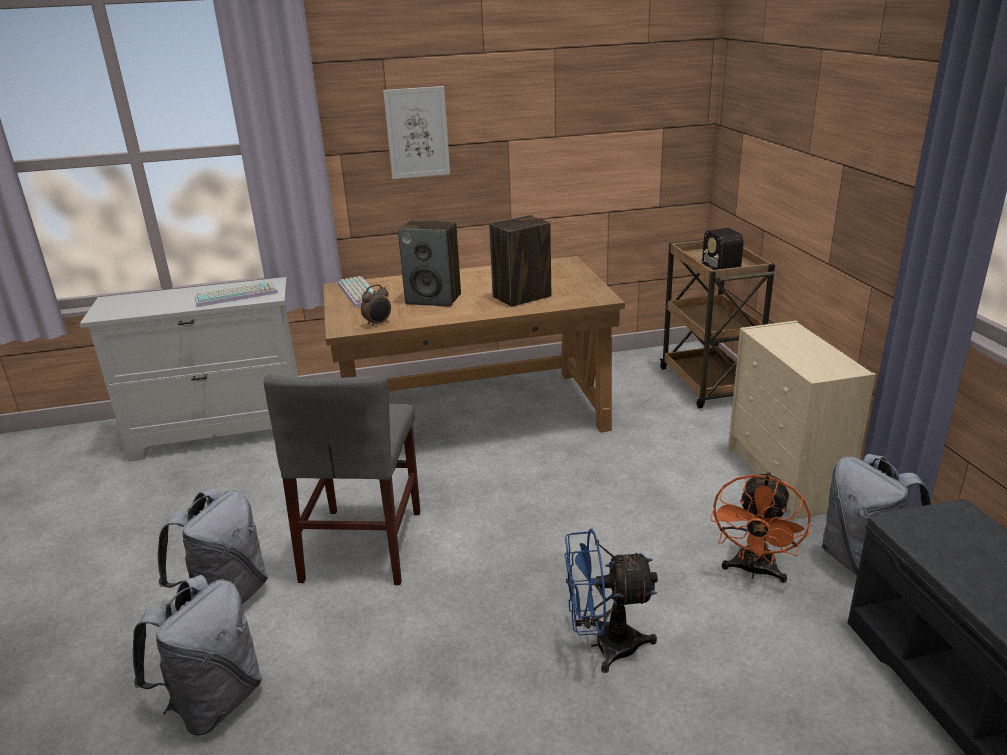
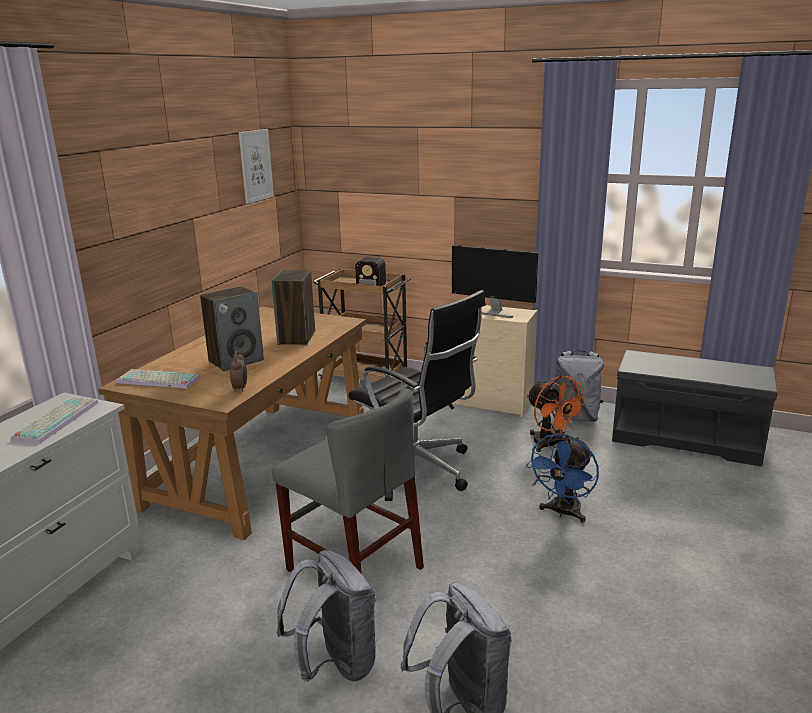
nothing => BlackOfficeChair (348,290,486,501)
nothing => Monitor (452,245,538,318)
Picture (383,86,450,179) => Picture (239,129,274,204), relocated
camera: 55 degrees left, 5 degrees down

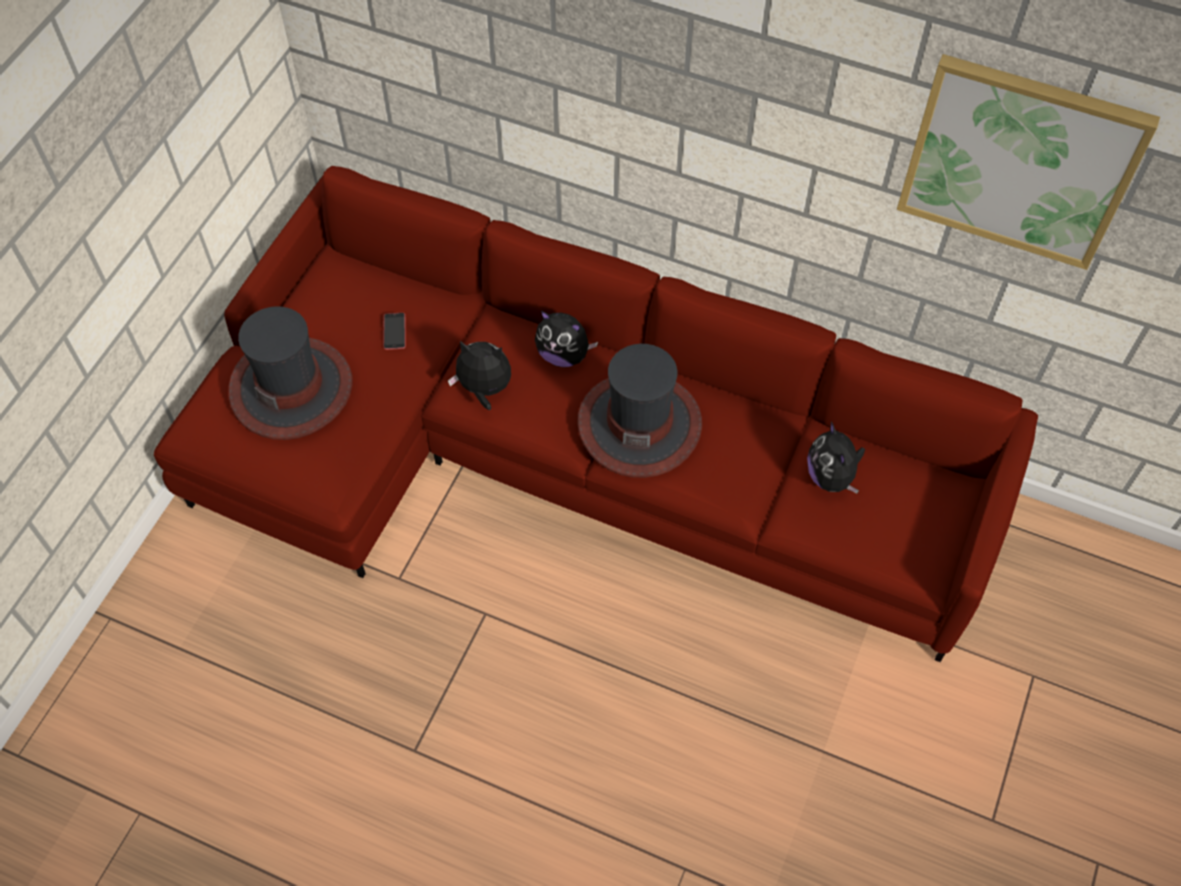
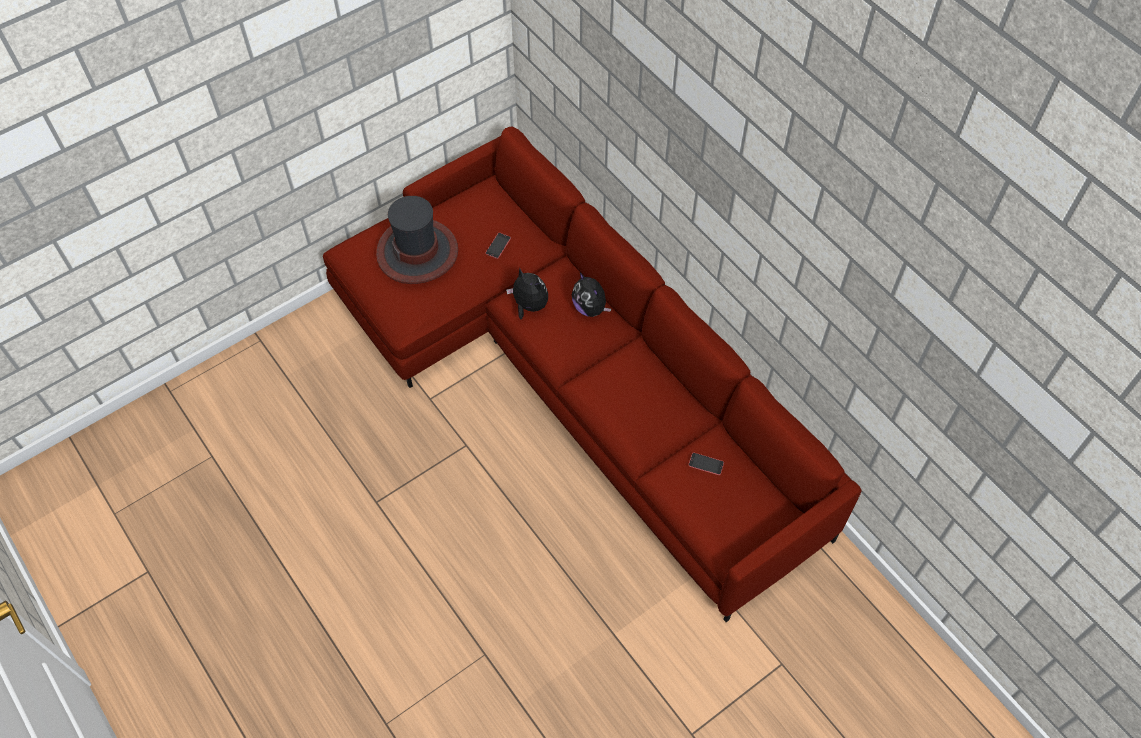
Hat (577,344,702,478) => nothing
Picture (897,54,1160,270) => nothing
PlushToy (807,422,865,493) => Phone (688,452,724,475)
camera: 30 degrees right, 0 degrees up

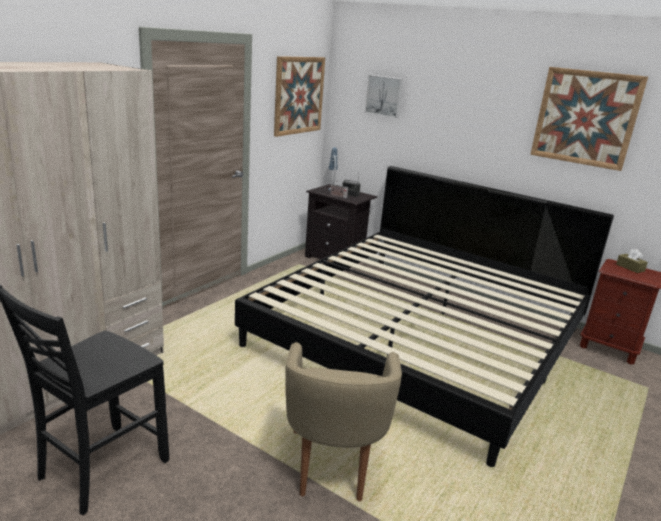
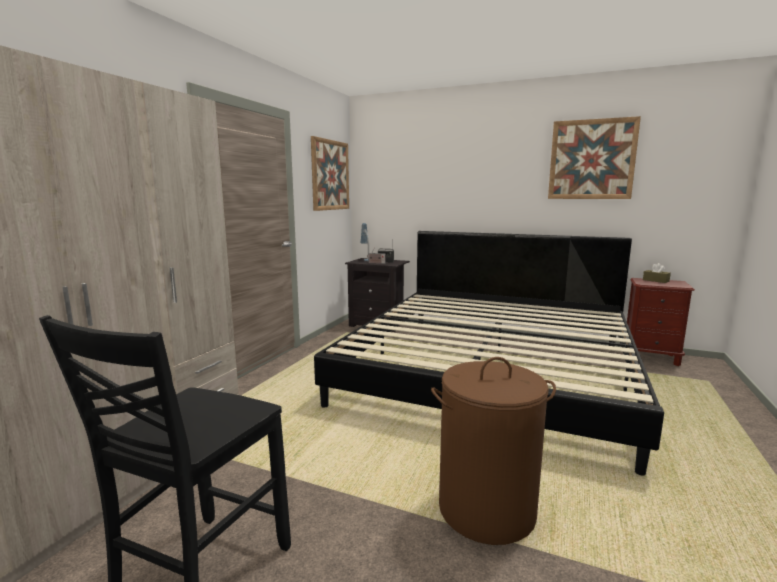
Picture (365,75,403,118) => nothing
BeigeArmchair (285,342,402,501) => BrownLaundryBasket (431,357,556,545)
camera: 10 degrees left, 10 degrees down

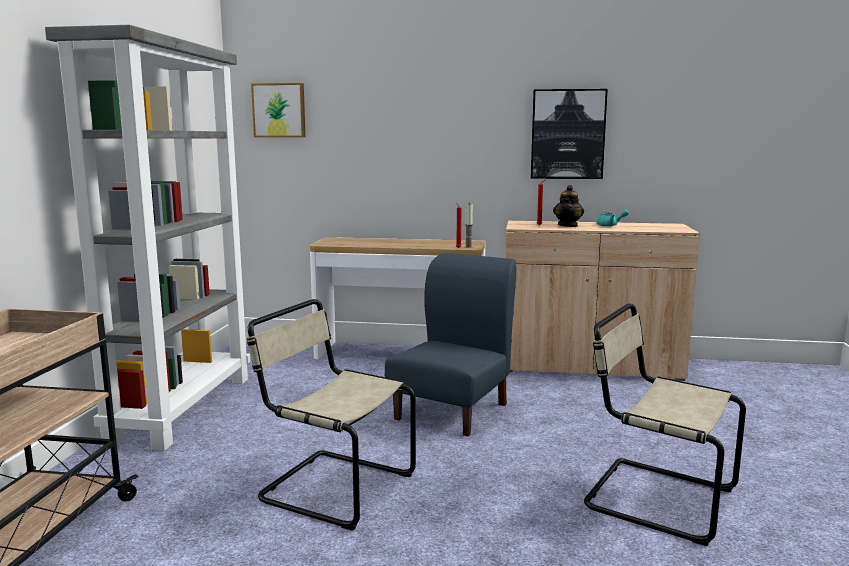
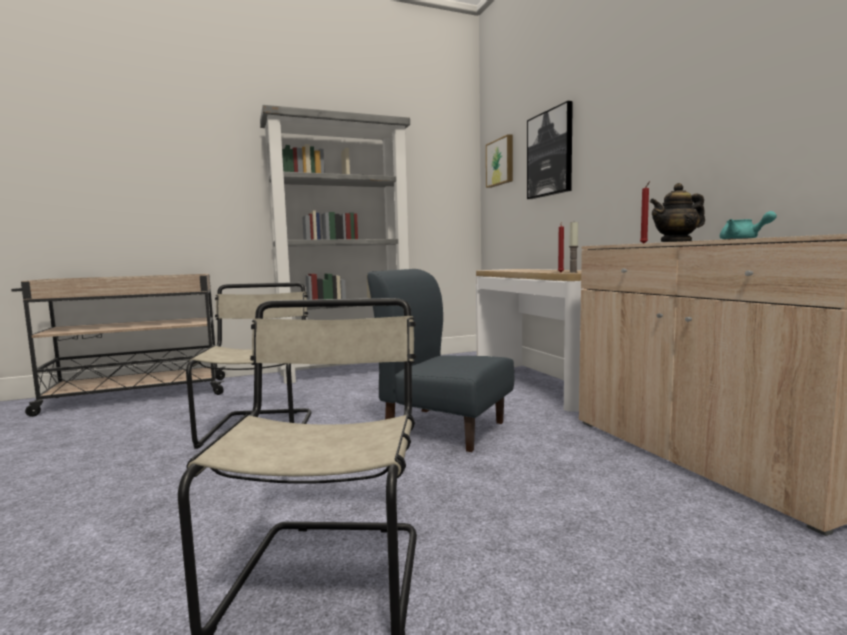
Picture (531,89,608,179) => Picture (527,101,573,199), relocated
BlueChair (385,253,516,436) => BlueChair (367,269,514,452), 150 degrees counterclockwise
camera: 60 degrees right, 5 degrees down

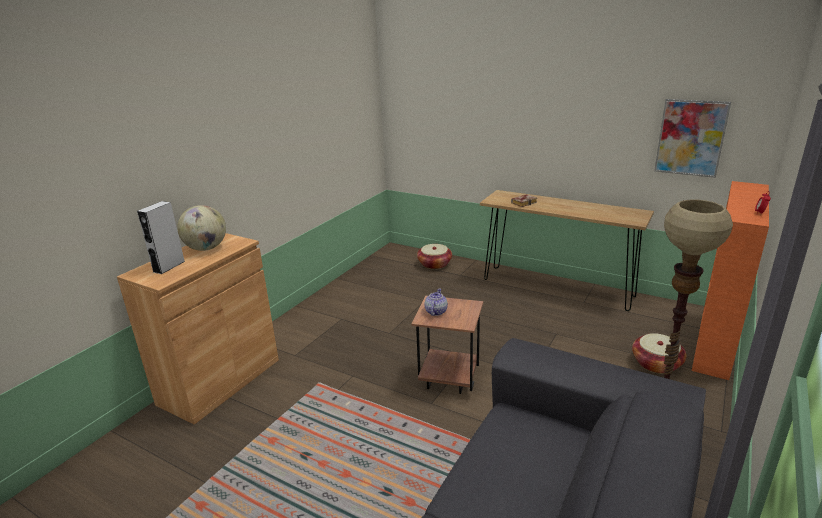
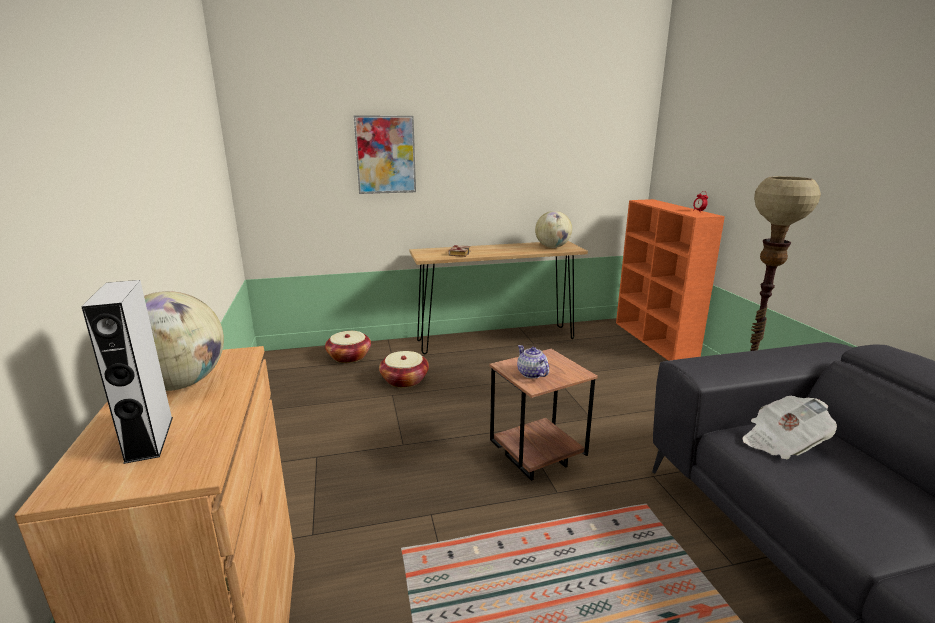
nothing => Globe (535,211,572,248)
nothing => Newspaper (742,396,837,460)
Basket (632,333,687,374) => Basket (379,351,429,388), relocated
Picture (654,99,731,178) => Picture (354,115,416,194), relocated
camera: 45 degrees left, 5 degrees down

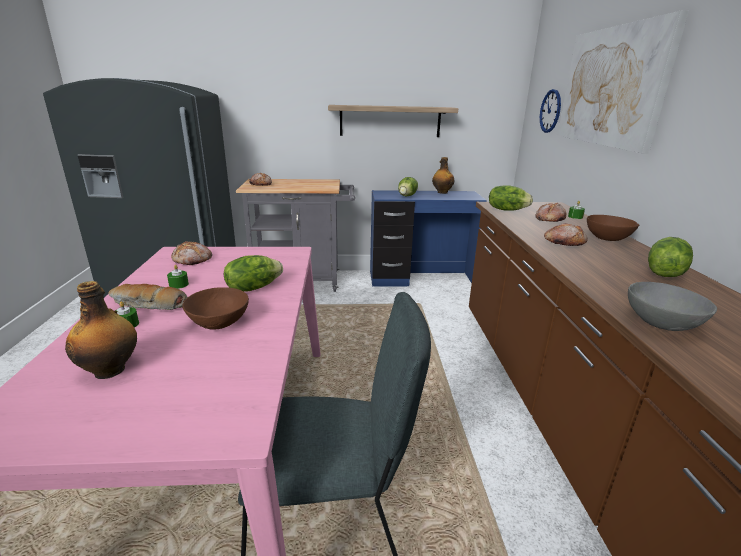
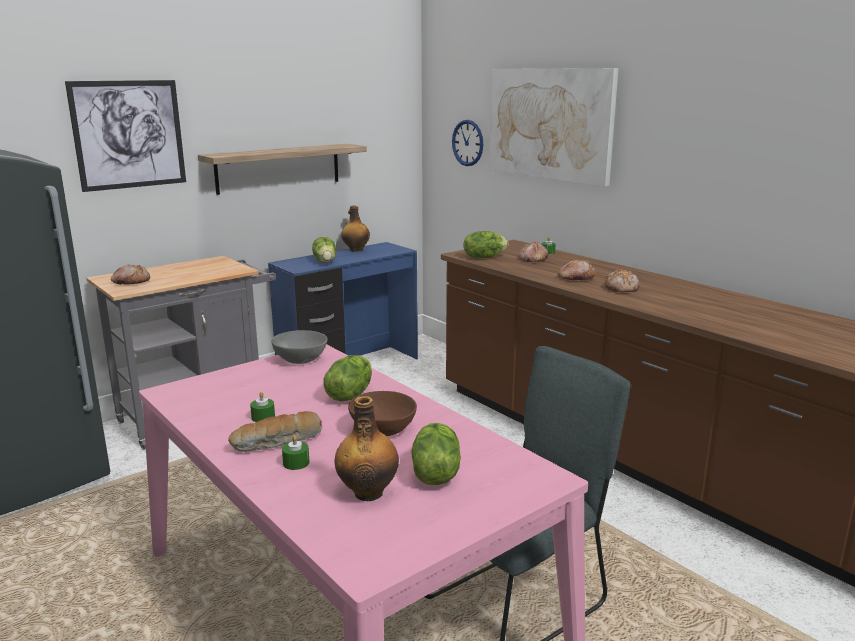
BrownBowl (587,215,639,241) => nothing
nothing => Picture (65,80,186,192)
Bread (171,241,212,265) => Bread (605,269,640,292), relocated
GreyBowl (628,282,717,331) => GreyBowl (271,330,327,364), relocated
Lettuce (648,237,693,277) => Lettuce (411,423,461,485), relocated
camera: 35 degrees left, 5 degrees down

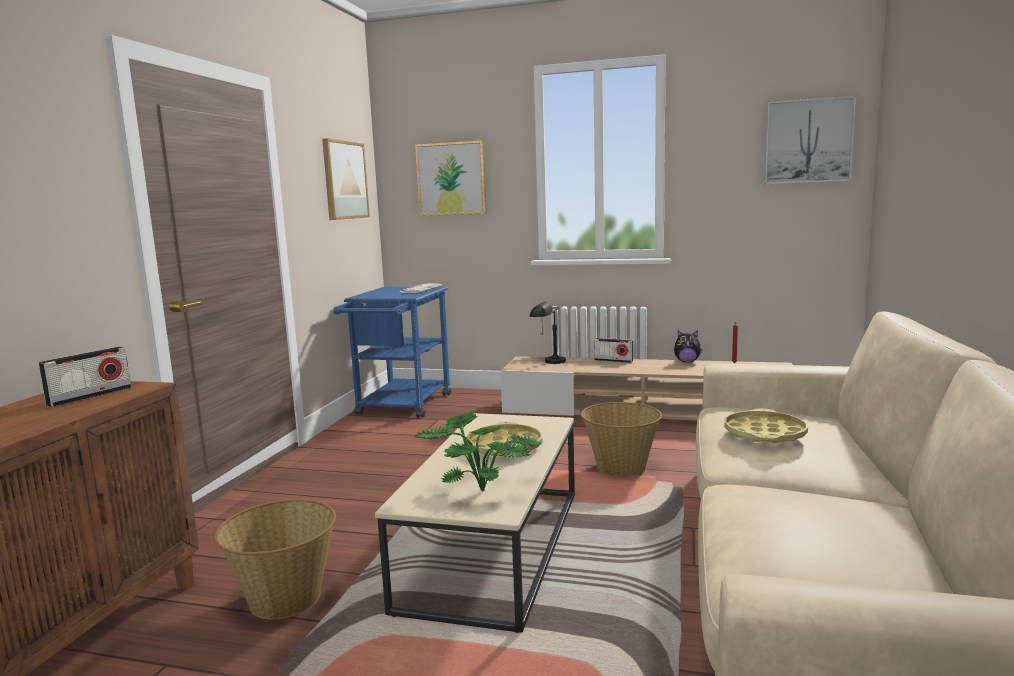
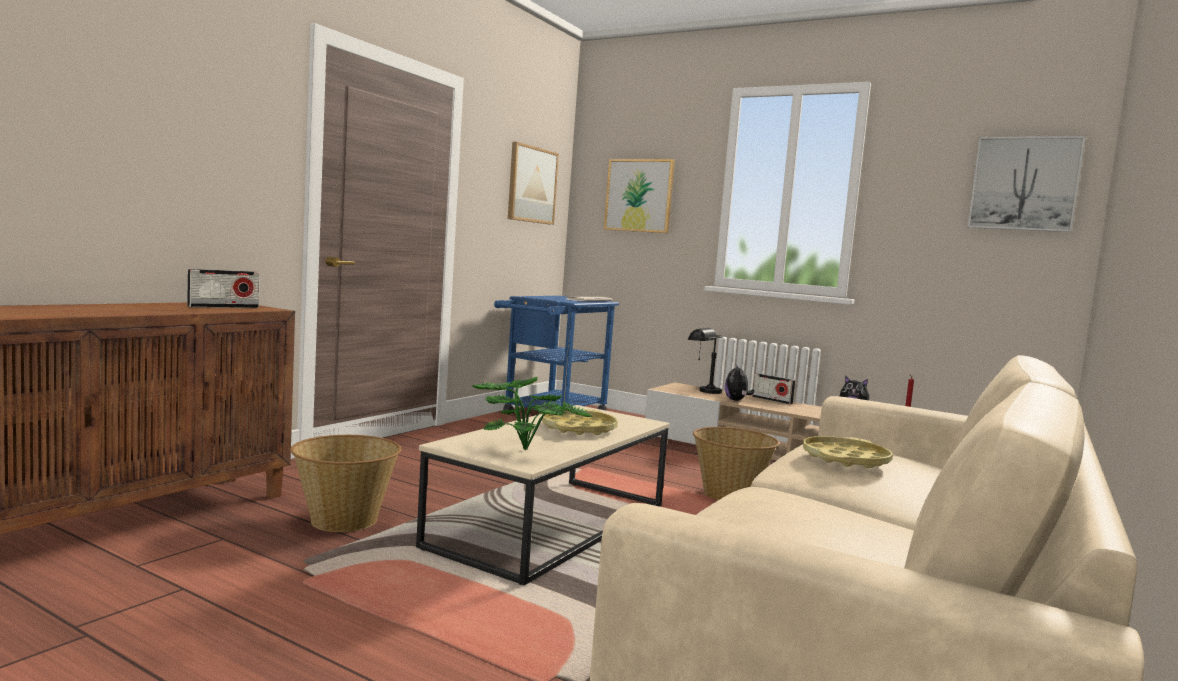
nothing => PlushToy (725,364,754,401)
camera: 15 degrees right, 5 degrees down

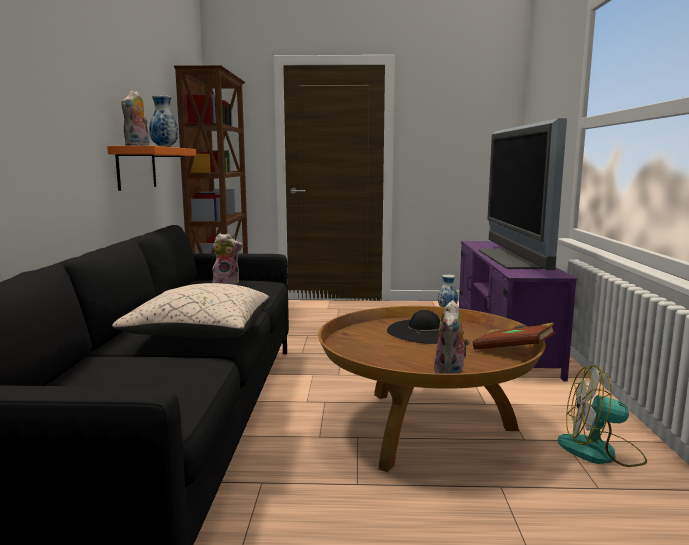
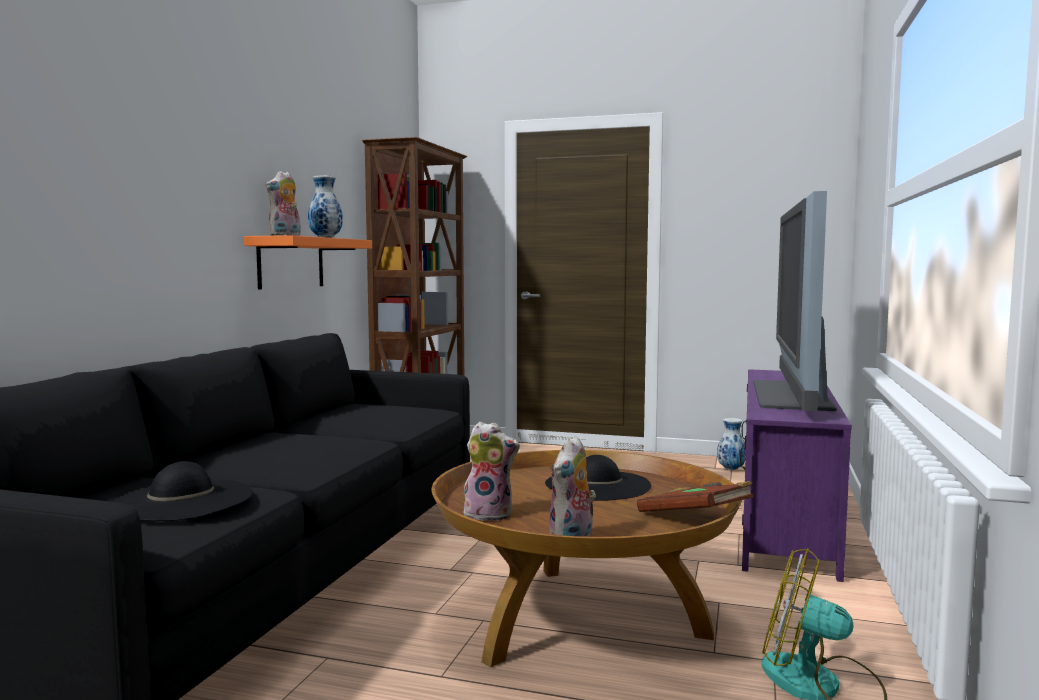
BeigePillow (112,283,270,338) => nothing
nothing => BlackHat (112,461,253,521)
PlushToy (213,233,242,285) => PlushToy (461,421,520,521), relocated
camera: 15 degrees right, 5 degrees down

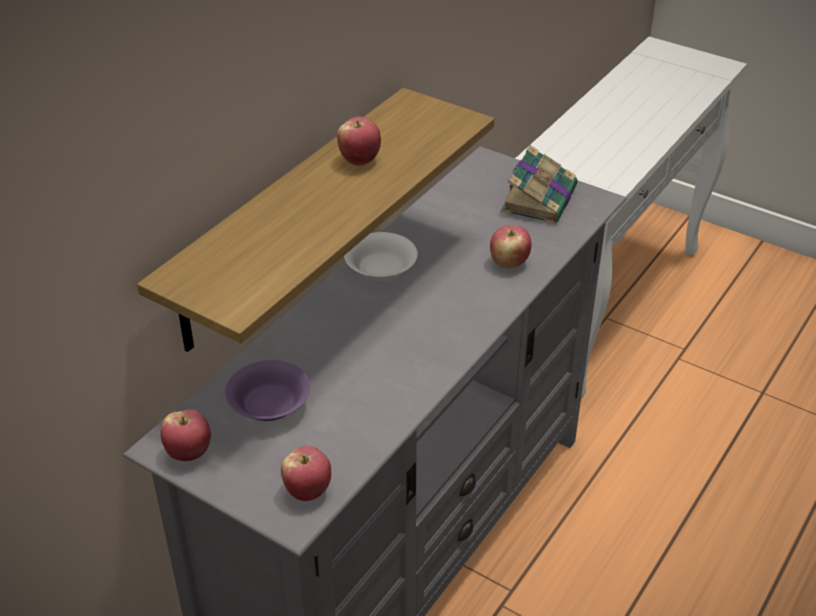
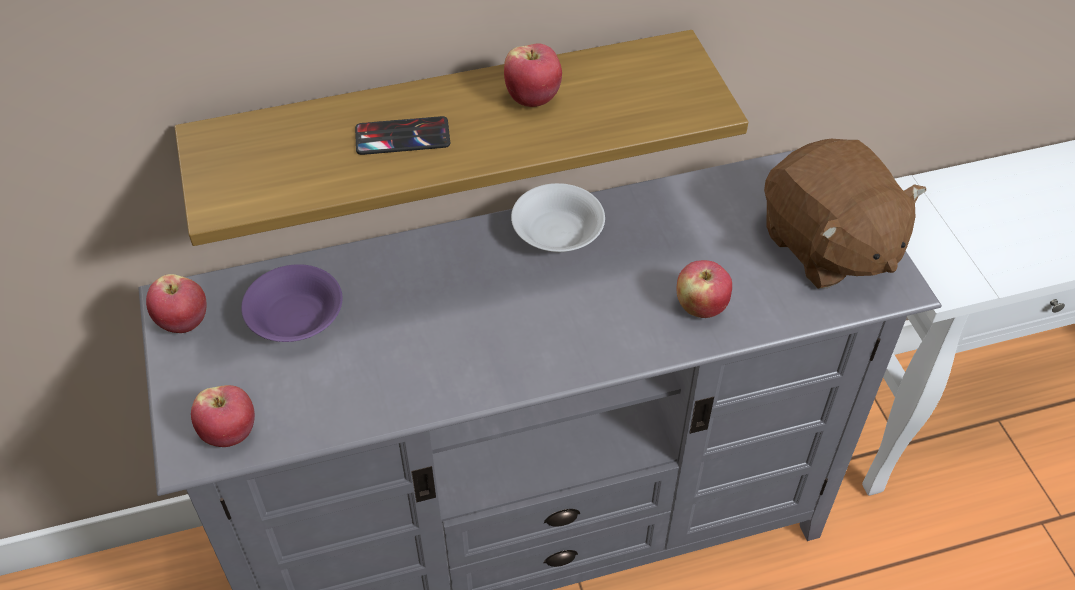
nothing => Phone (355,116,450,155)
Book (501,145,577,224) => BrownPlushToy (764,139,926,289)
camera: 40 degrees right, 10 degrees up

